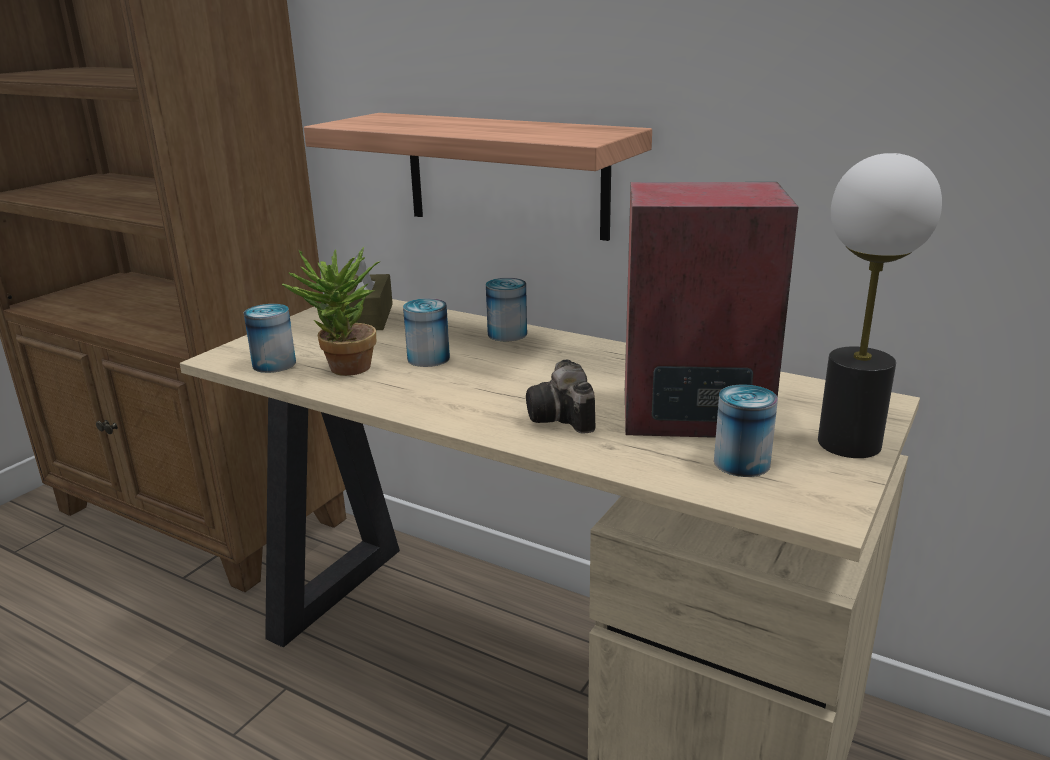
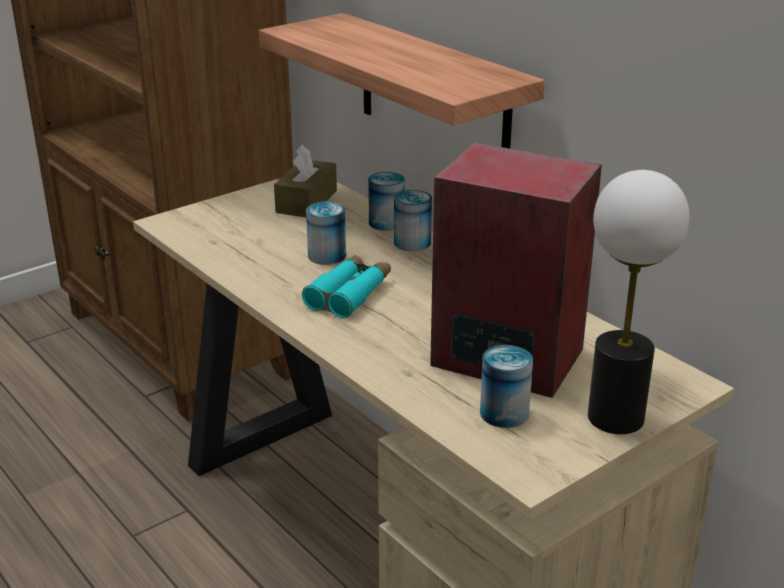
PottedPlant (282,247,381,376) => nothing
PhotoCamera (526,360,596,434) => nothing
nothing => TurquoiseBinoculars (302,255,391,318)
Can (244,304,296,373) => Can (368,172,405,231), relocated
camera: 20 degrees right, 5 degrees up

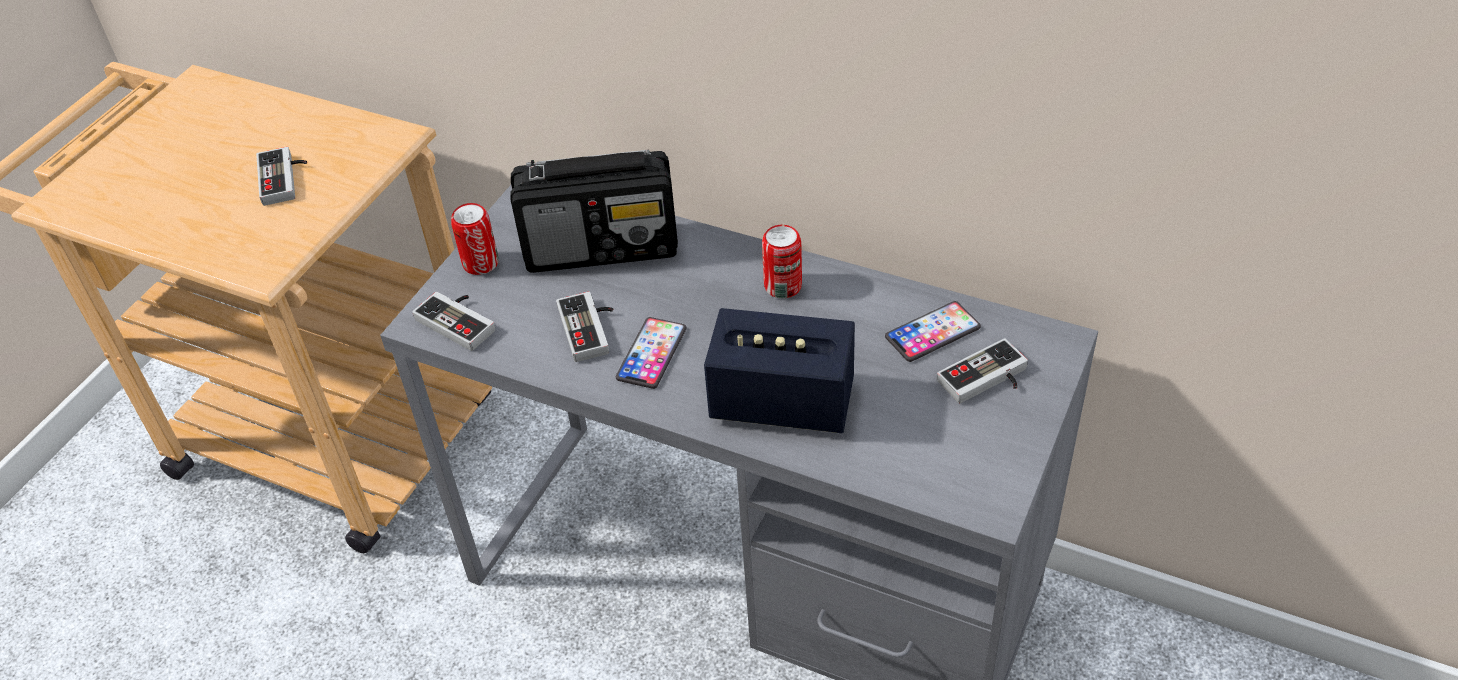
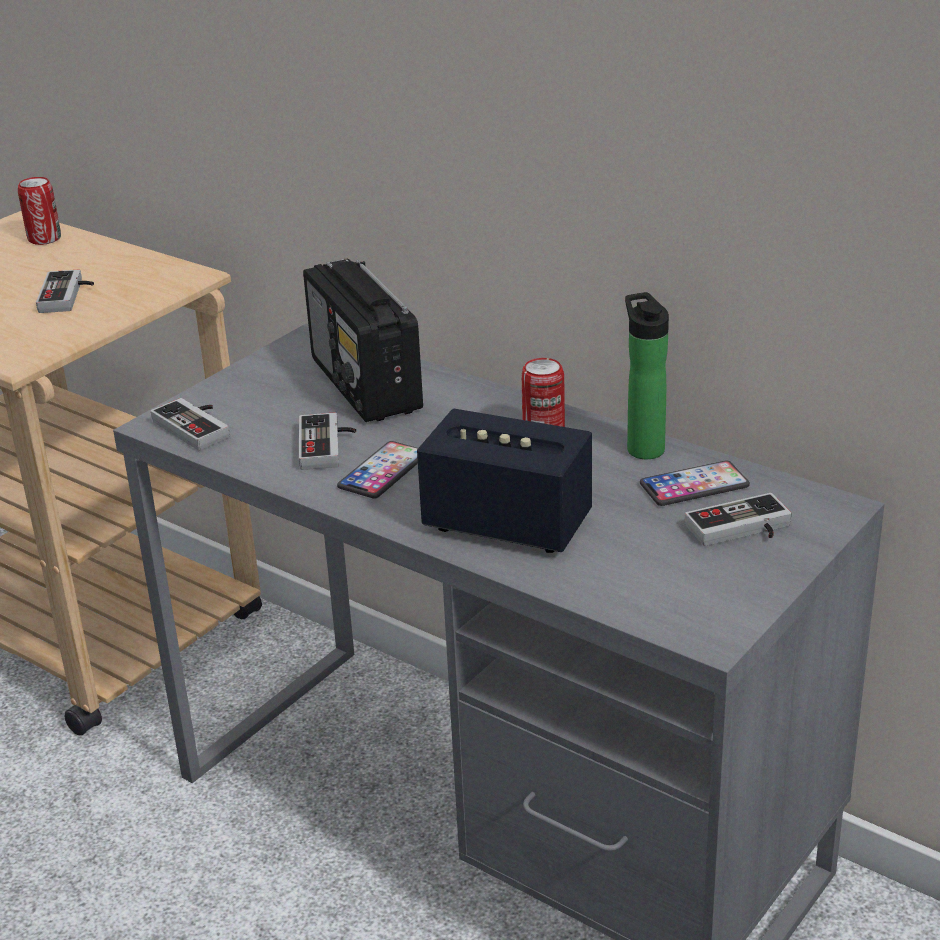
nothing => Bottle (625,292,669,459)
Can (451,203,499,275) => Can (18,177,61,245), relocated
Radio (511,149,678,273) => Radio (303,258,423,422), 60 degrees clockwise
camera: 10 degrees right, 15 degrees down

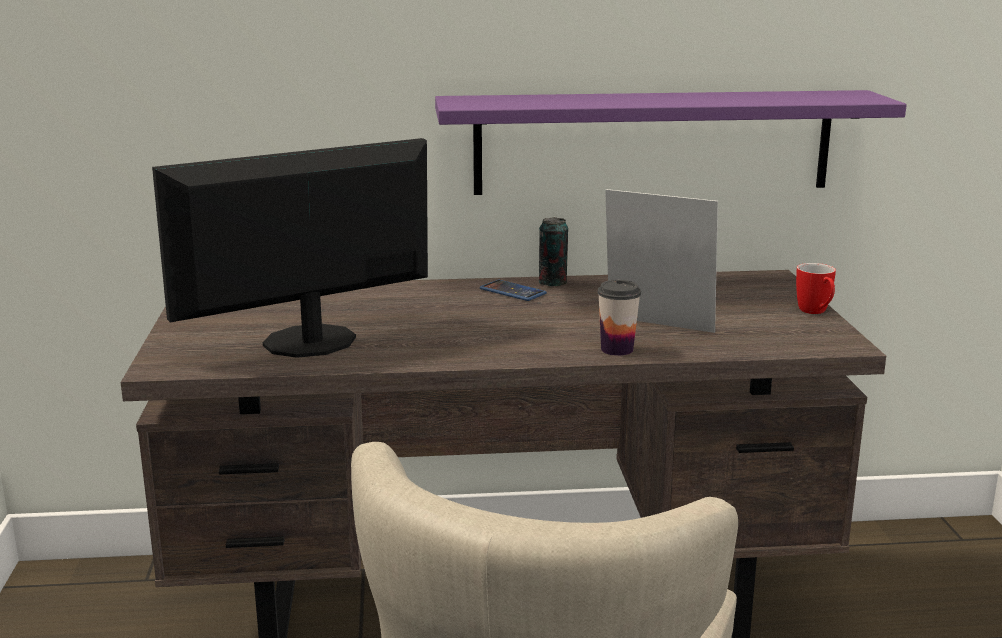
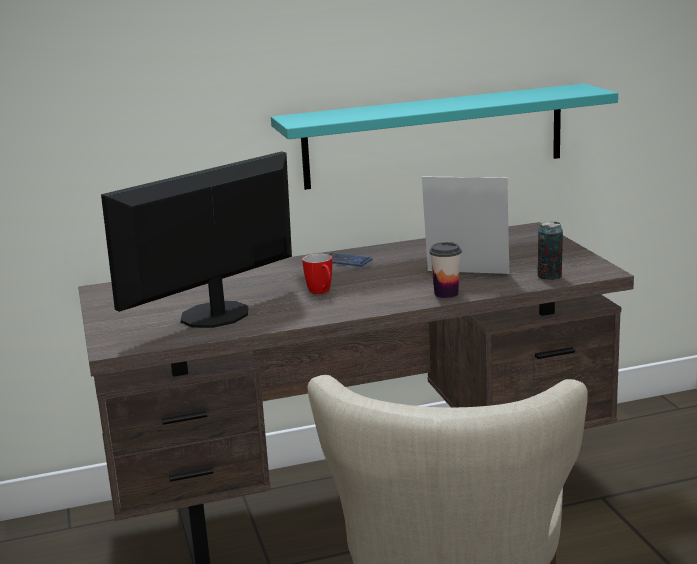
Can (539,217,568,286) => Can (537,221,563,280), relocated
Mug (796,263,836,314) => Mug (302,253,332,294), relocated
PurpleShelf (435,90,907,195) => TurquoiseShelf (271,84,618,190)
camera: 10 degrees left, 0 degrees up

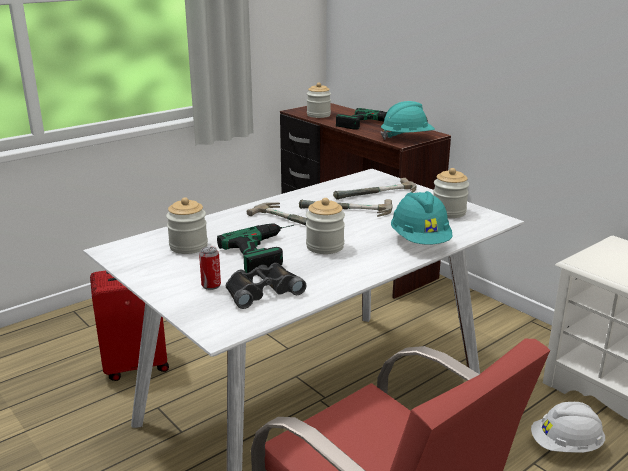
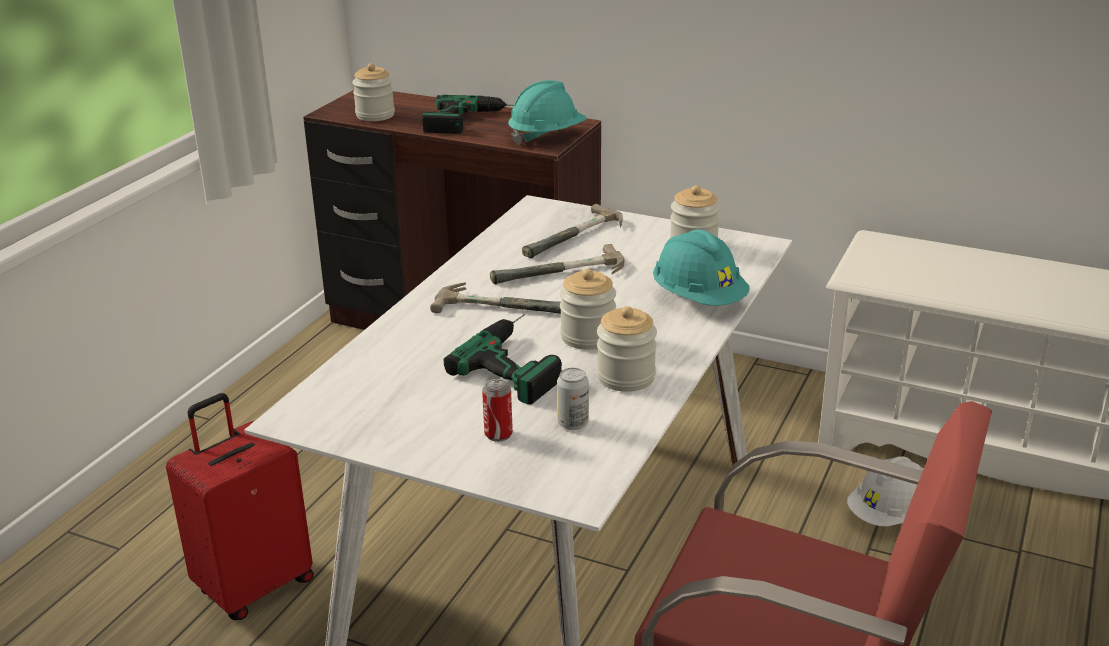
Jar (166,197,208,254) => Jar (597,306,657,392), relocated
BlackBinoculars (226,263,307,309) => Can (557,368,589,430)
camera: 25 degrees left, 5 degrees up

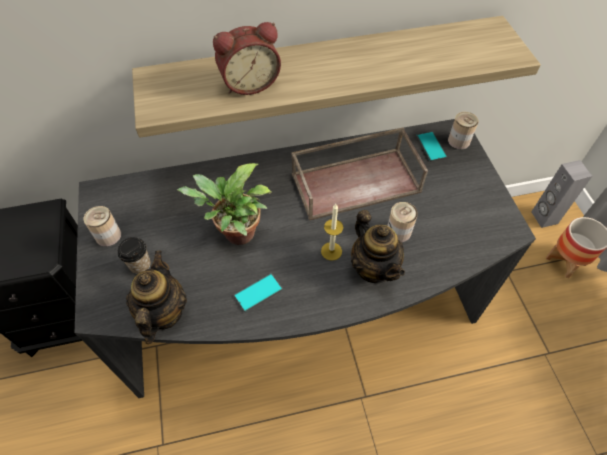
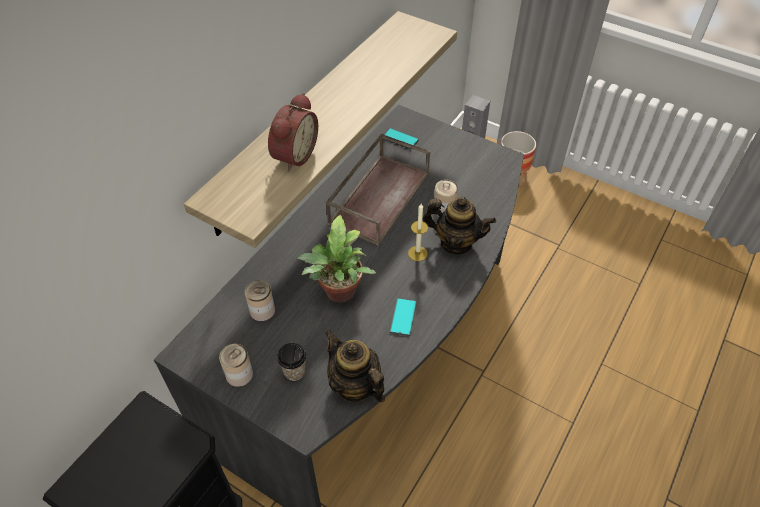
Can (448,112,479,149) => Can (245,280,275,321), relocated
camera: 45 degrees left, 5 degrees down

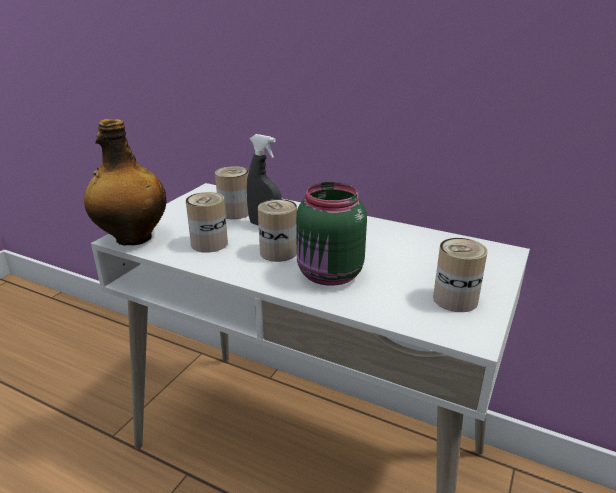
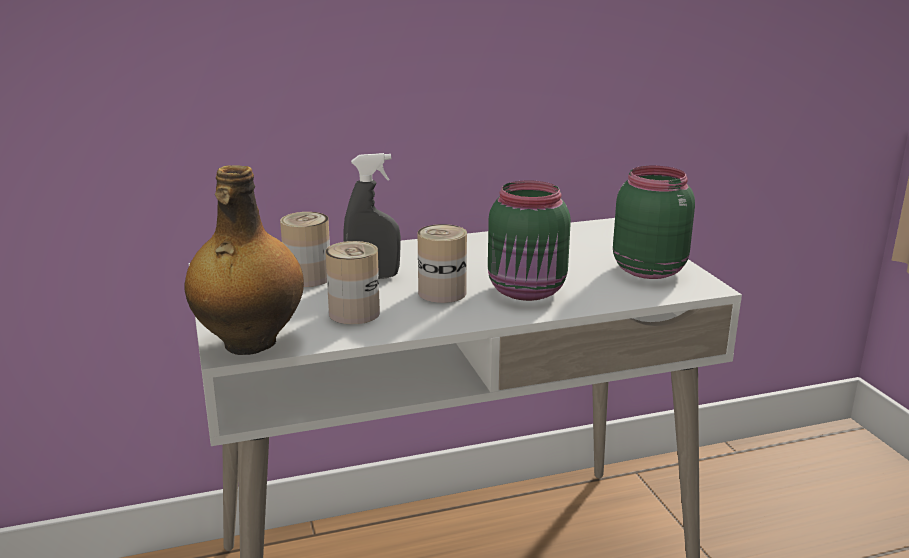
Can (433,238,488,312) => GreenJar (613,166,695,279)
camera: 45 degrees left, 5 degrees down

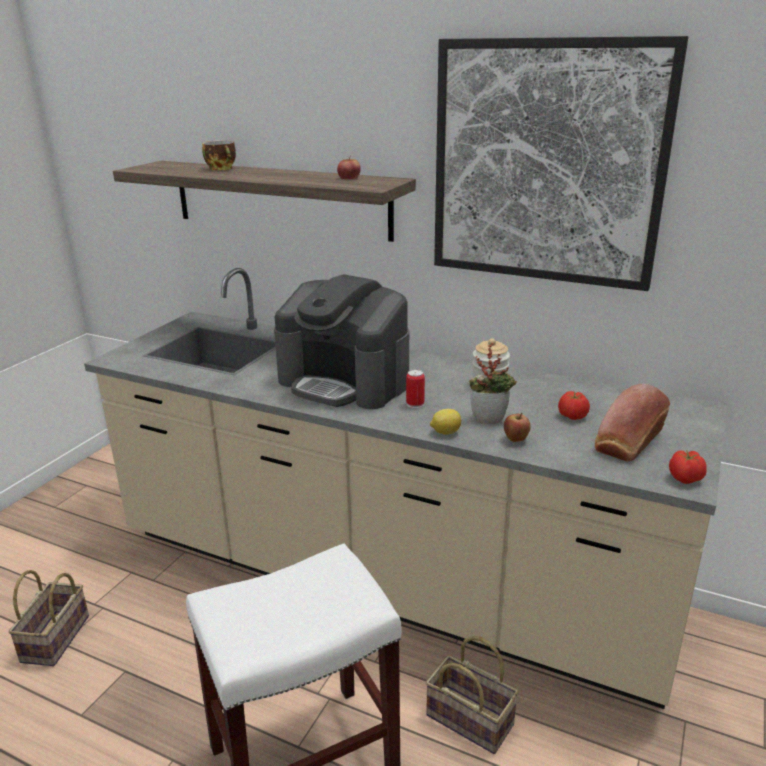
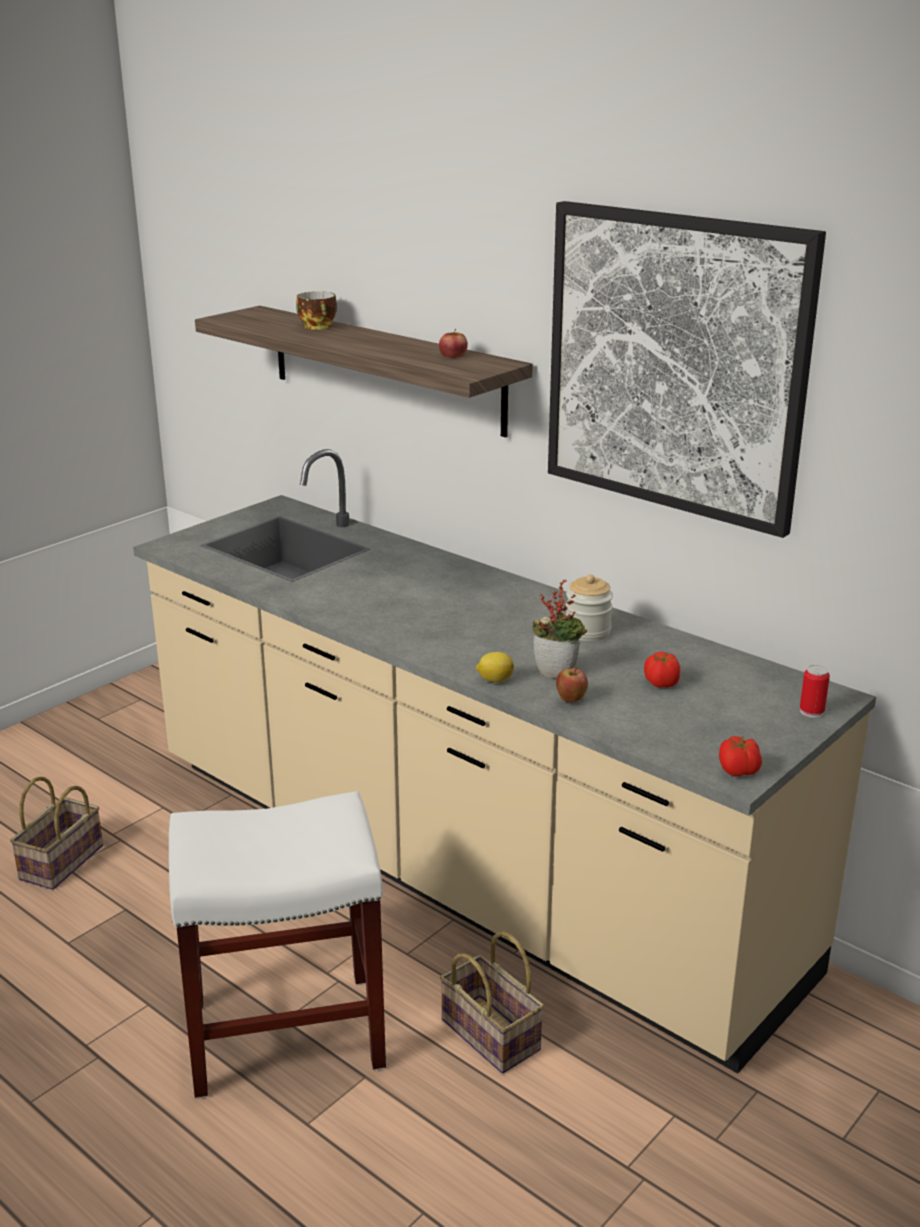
CoffeeMachine (274,274,409,409) => nothing
Bread (595,384,670,462) => nothing
Can (406,369,425,408) => Can (800,665,830,718), relocated
camera: 15 degrees right, 0 degrees up

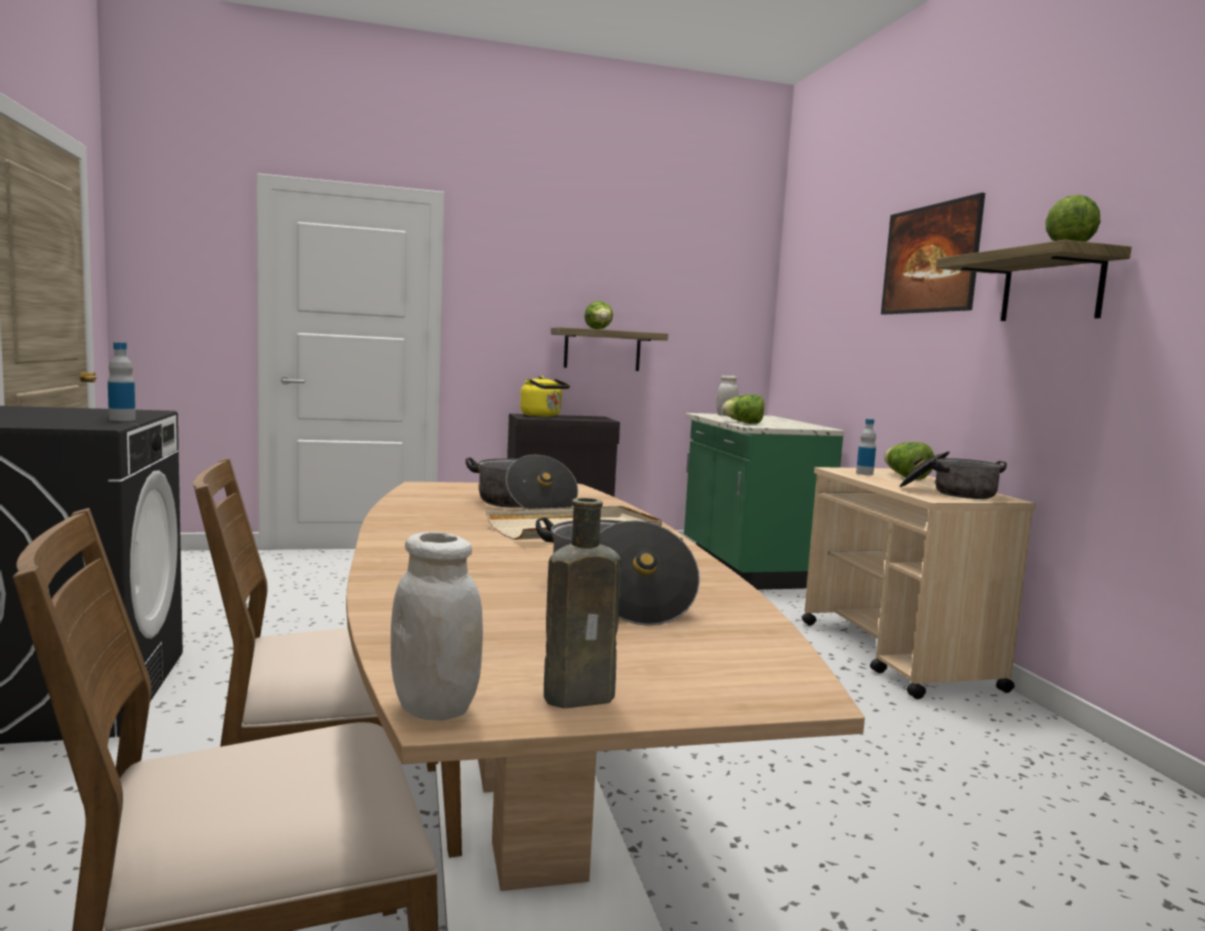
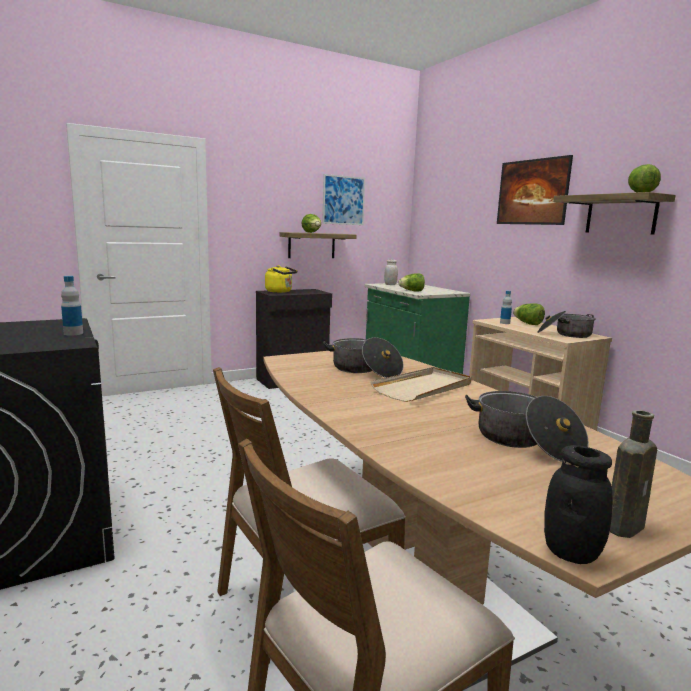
nothing => Picture (322,174,365,225)
WhiteJar (391,532,483,721) => BlackJar (544,445,612,564)
camera: 15 degrees left, 5 degrees up

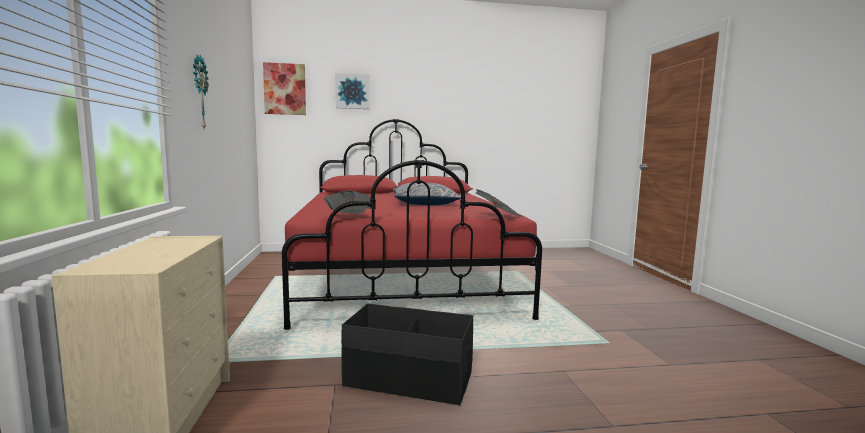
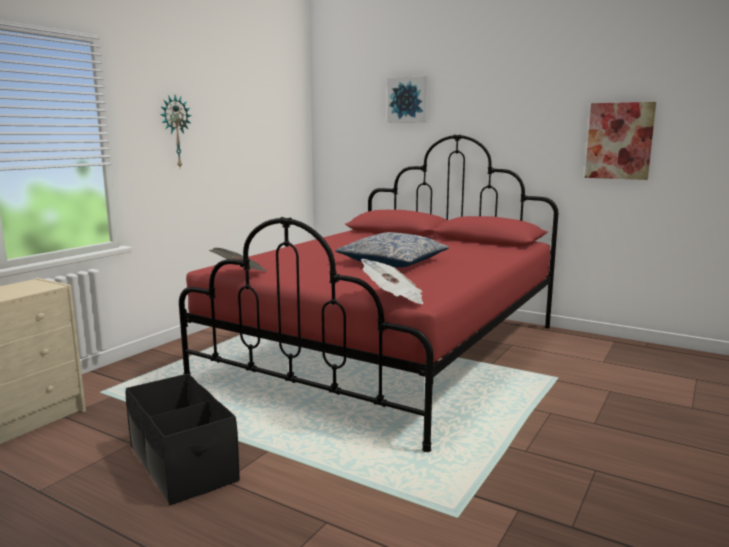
Picture (263,62,306,115) => Picture (585,102,656,180), relocated
camera: 40 degrees right, 5 degrees up

